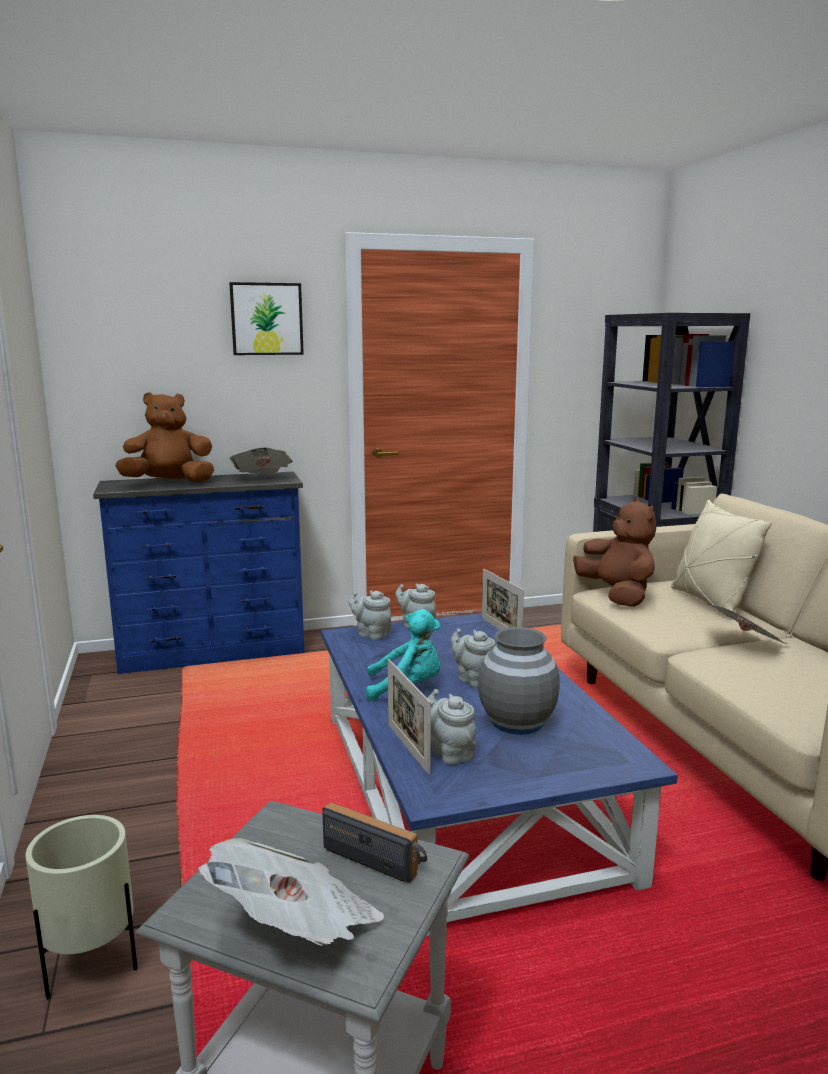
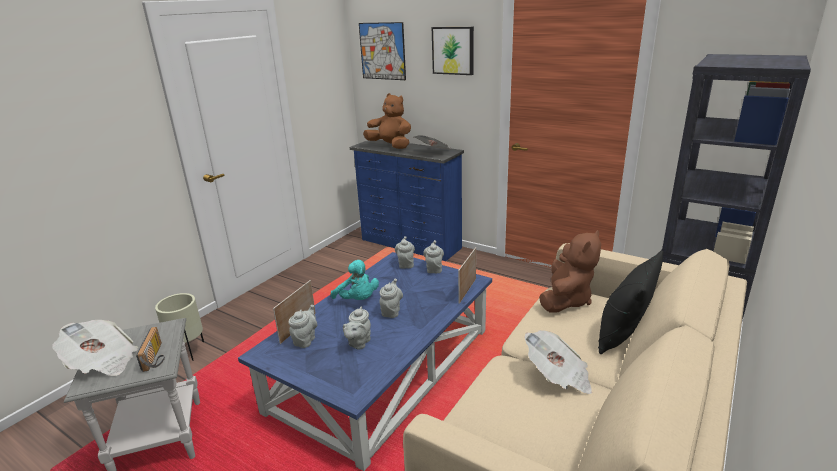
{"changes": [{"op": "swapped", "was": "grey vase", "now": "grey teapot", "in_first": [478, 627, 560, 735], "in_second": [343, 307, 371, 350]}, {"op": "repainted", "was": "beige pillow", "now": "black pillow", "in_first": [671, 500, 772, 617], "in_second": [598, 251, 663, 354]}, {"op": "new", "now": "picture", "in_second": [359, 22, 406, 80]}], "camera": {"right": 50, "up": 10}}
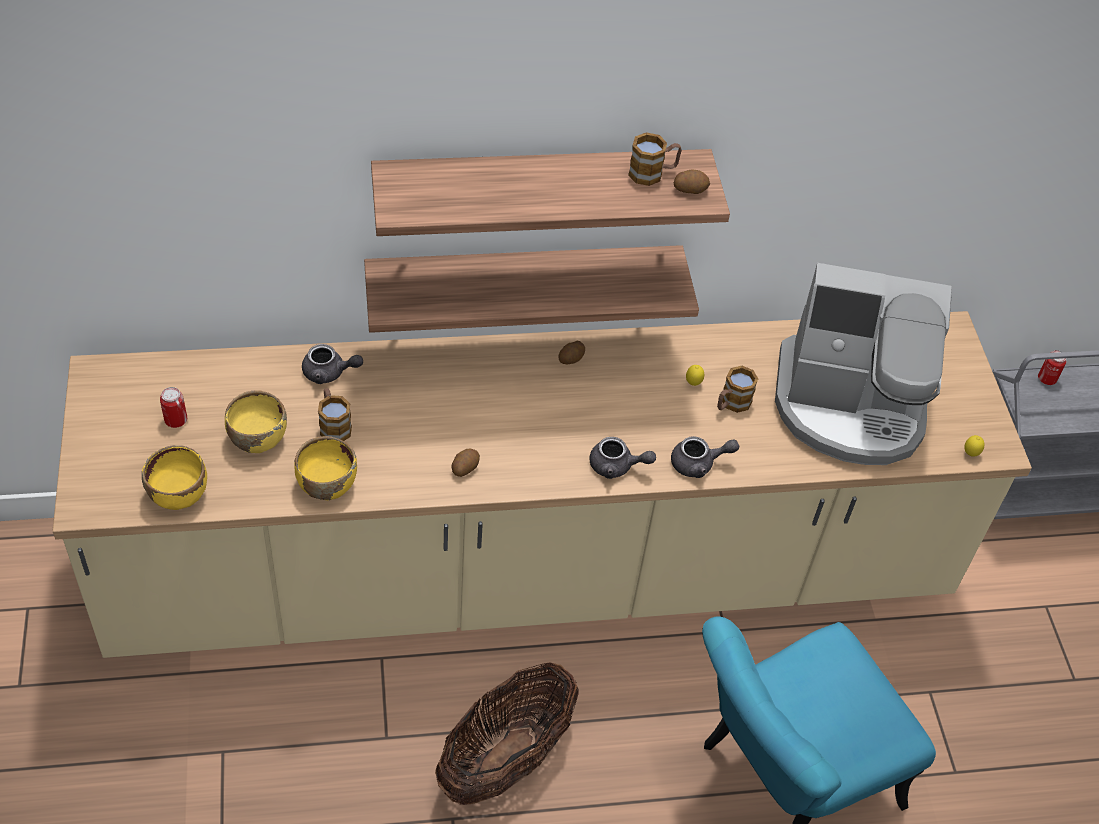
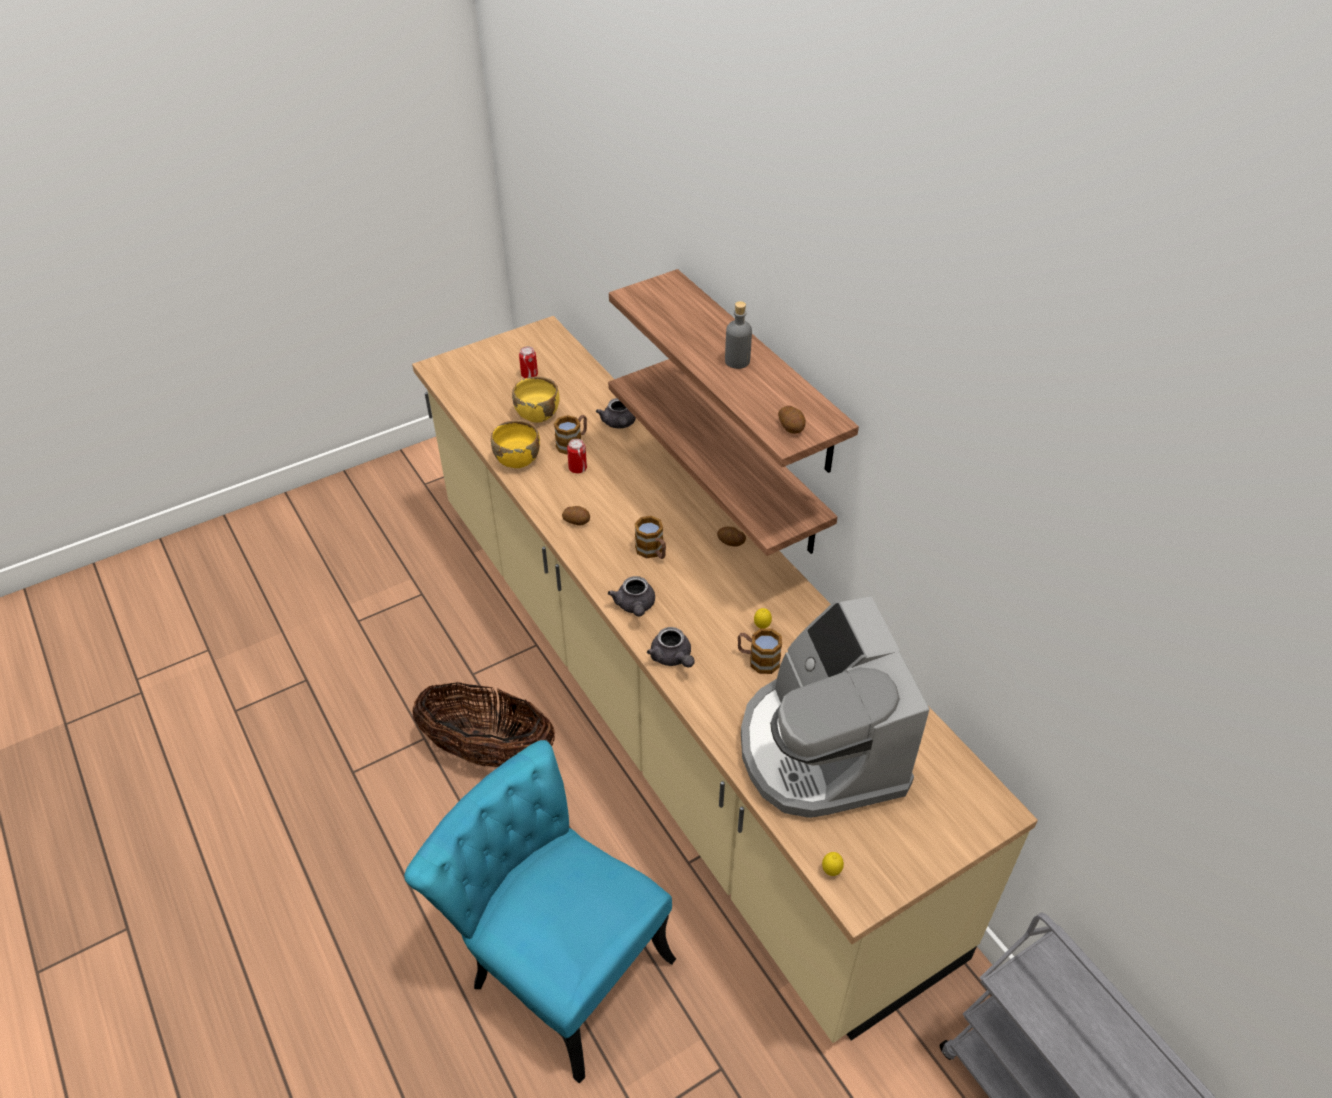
{"changes": [{"op": "gone", "was": "yellow bowl", "in_first": [142, 445, 207, 510]}, {"op": "shifted", "was": "mug", "in_first": [628, 132, 682, 186], "in_second": [635, 516, 666, 559]}, {"op": "shifted", "was": "can", "in_first": [1038, 350, 1066, 385], "in_second": [567, 439, 587, 473]}, {"op": "new", "now": "grey bottle", "in_second": [725, 301, 752, 369]}], "camera": {"right": 70, "up": -5}}
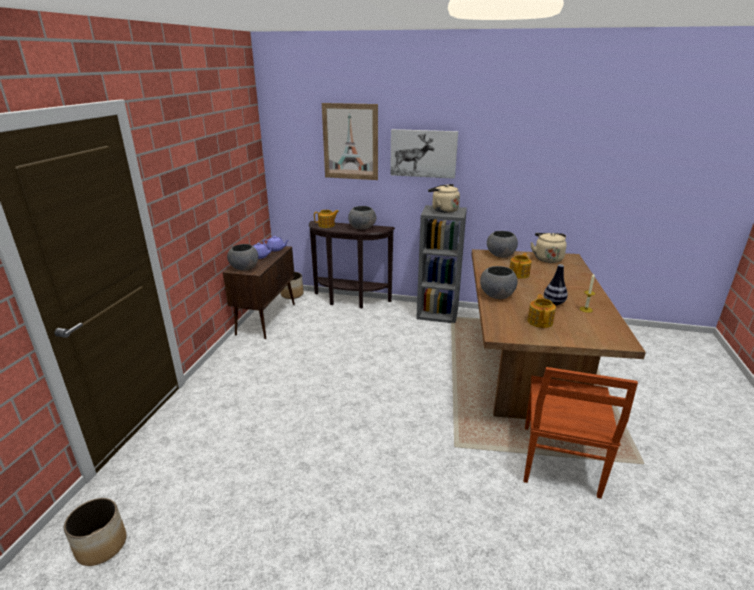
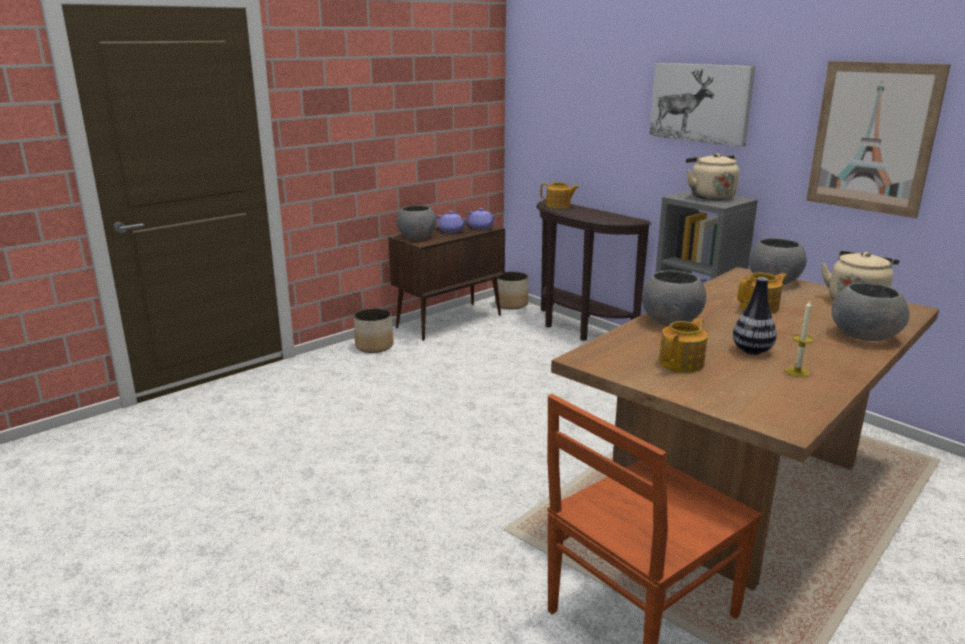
{"changes": [{"op": "shifted", "was": "planter", "in_first": [64, 498, 127, 566], "in_second": [354, 308, 393, 353]}, {"op": "shifted", "was": "picture", "in_first": [322, 103, 378, 180], "in_second": [806, 61, 951, 218]}, {"op": "shifted", "was": "grey bowl", "in_first": [348, 206, 376, 229], "in_second": [832, 283, 910, 341]}], "camera": {"right": 35, "up": -5}}
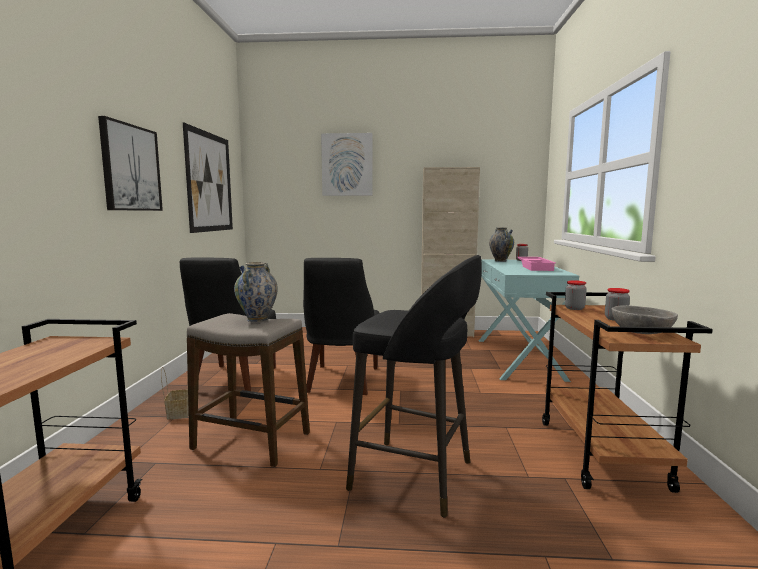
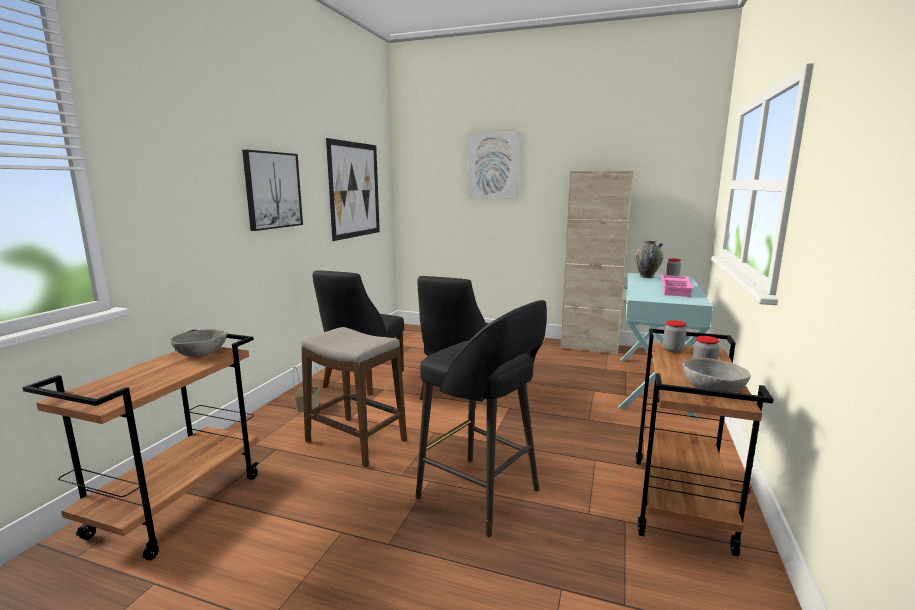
{"changes": [{"op": "gone", "was": "vase", "in_first": [234, 262, 278, 322]}, {"op": "new", "now": "grey bowl", "in_second": [170, 329, 227, 357]}], "camera": {"right": 15, "up": 5}}
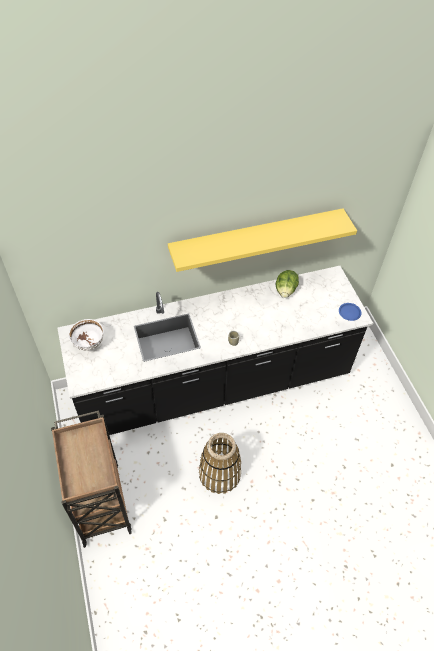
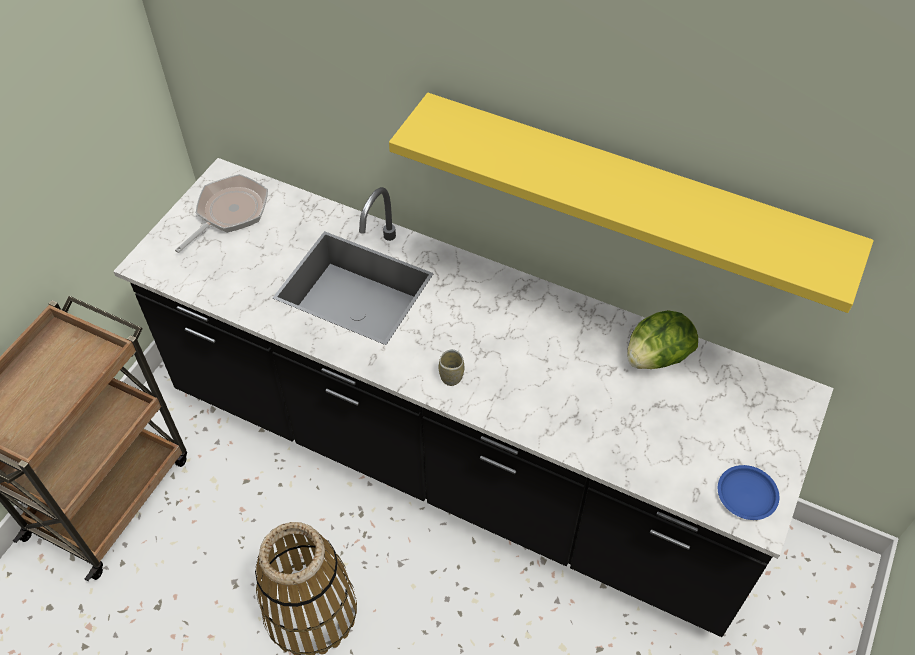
{"changes": [{"op": "swapped", "was": "white bowl", "now": "frying pan", "in_first": [69, 319, 103, 350], "in_second": [175, 174, 268, 253]}], "camera": {"right": 45, "up": 0}}
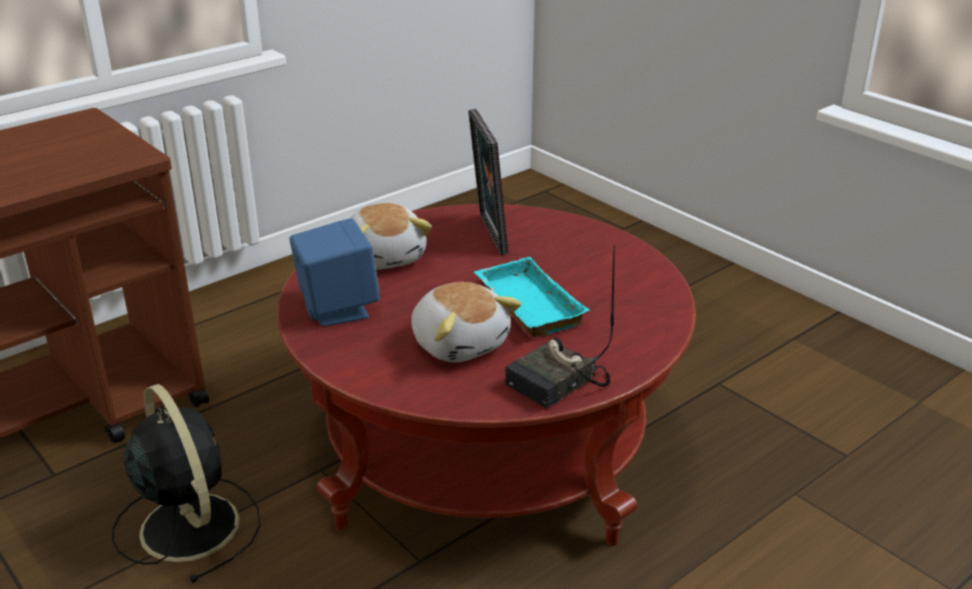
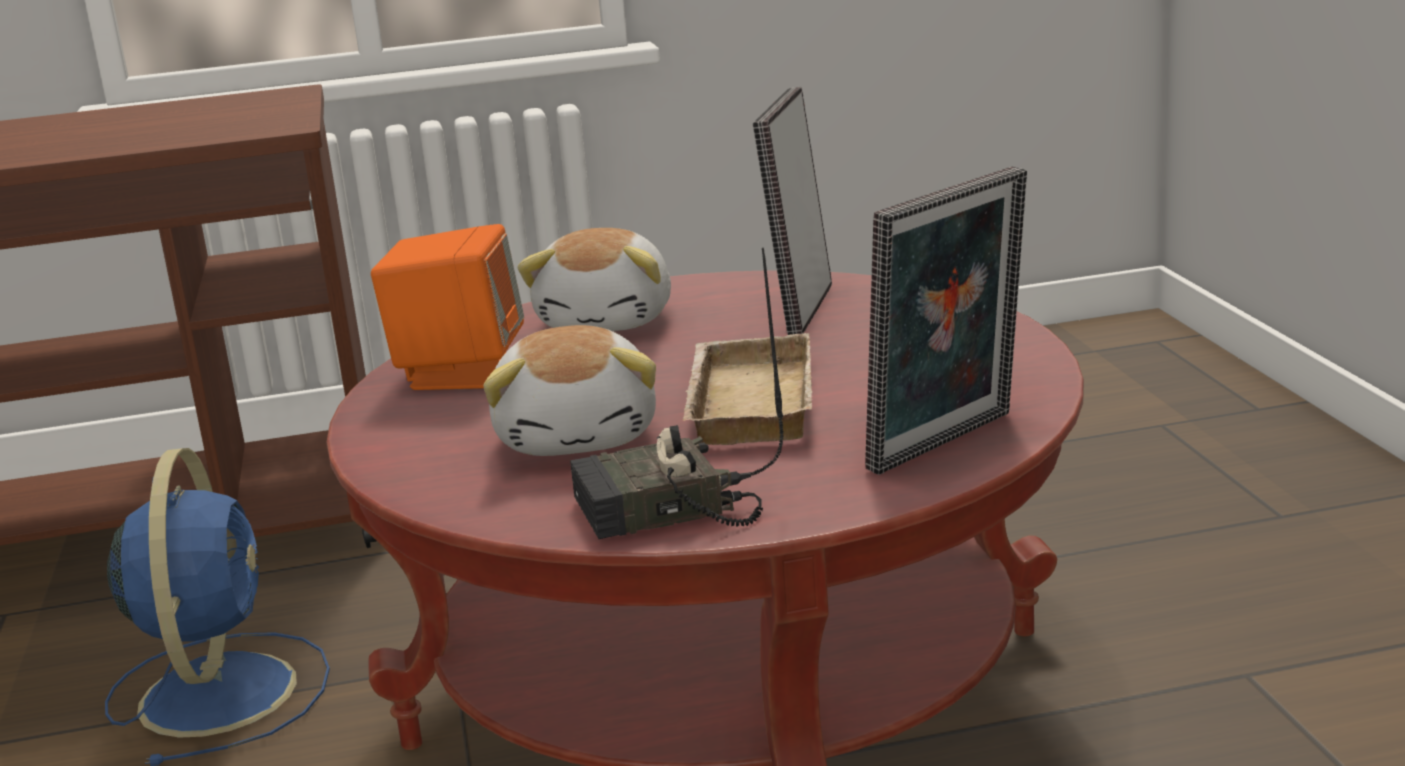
{"changes": [{"op": "repainted", "was": "black fan", "now": "blue fan", "in_first": [112, 384, 261, 583], "in_second": [105, 448, 330, 766]}, {"op": "repainted", "was": "blue speaker", "now": "orange speaker", "in_first": [290, 218, 380, 326], "in_second": [371, 224, 524, 390]}, {"op": "repainted", "was": "turquoise tray", "now": "beige tray", "in_first": [474, 257, 590, 337], "in_second": [683, 333, 813, 445]}, {"op": "new", "now": "picture frame", "in_second": [865, 166, 1027, 475]}], "camera": {"right": 30, "up": -10}}
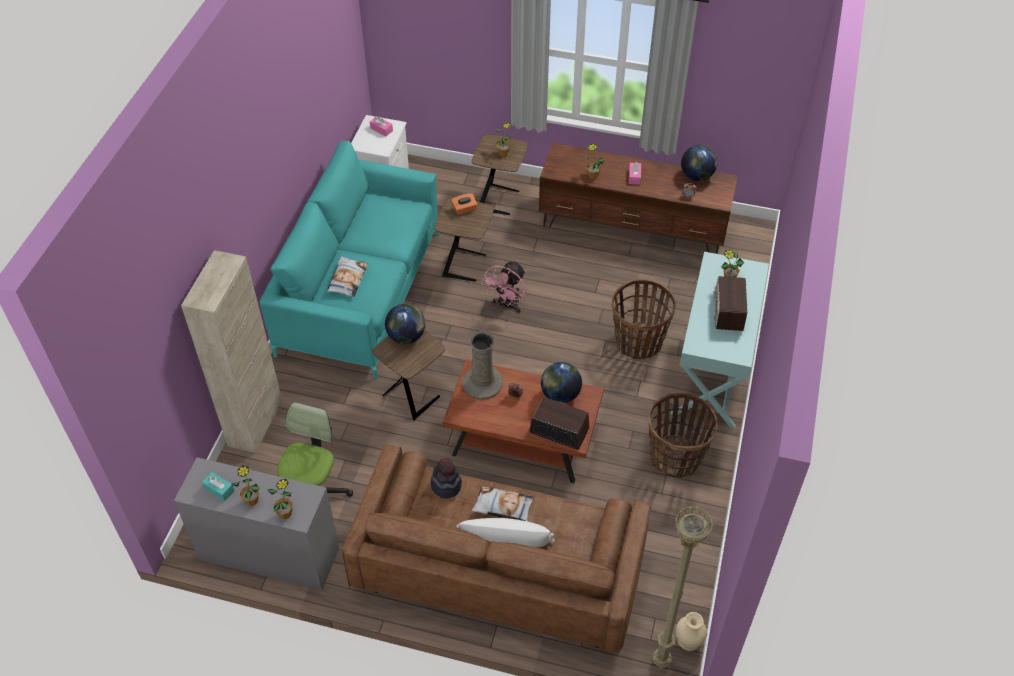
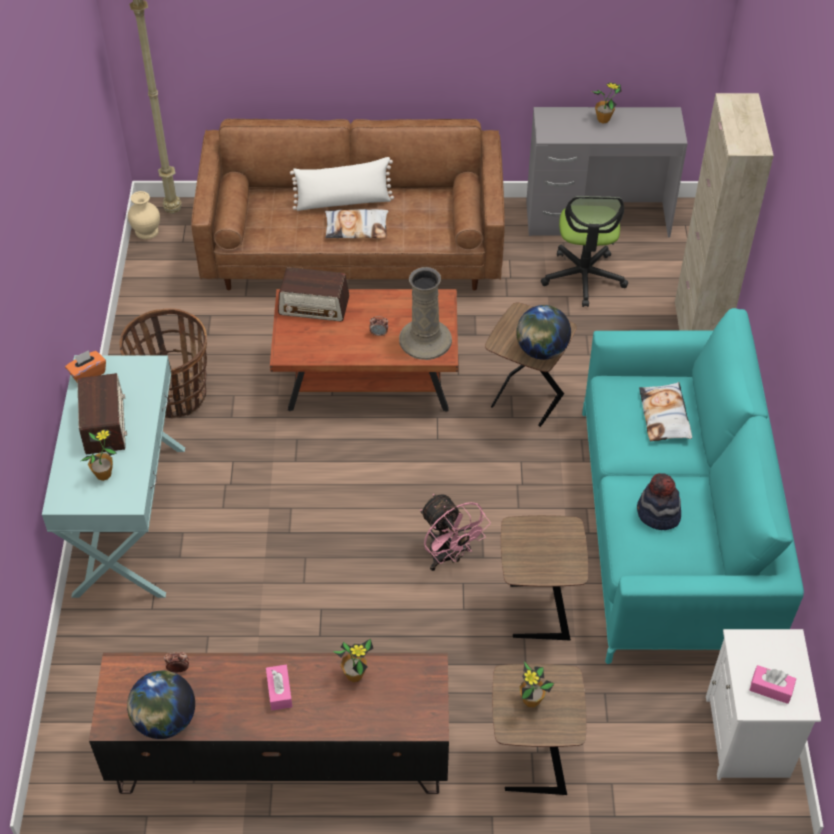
{"changes": [{"op": "gone", "was": "turquoise tissue box", "in_first": [202, 472, 235, 501]}, {"op": "gone", "was": "potted plant", "in_first": [268, 479, 293, 519]}, {"op": "shifted", "was": "hat", "in_first": [431, 458, 462, 499], "in_second": [637, 473, 681, 530]}, {"op": "shifted", "was": "orange tissue box", "in_first": [451, 193, 477, 215], "in_second": [65, 350, 106, 383]}, {"op": "rotated", "was": "pink fan", "in_first": [481, 260, 526, 313], "in_second": [420, 494, 491, 571], "clockwise": 135}, {"op": "gone", "was": "globe", "in_first": [541, 362, 582, 403]}, {"op": "gone", "was": "basket", "in_first": [612, 279, 676, 359]}], "camera": {"right": 165, "up": 0}}
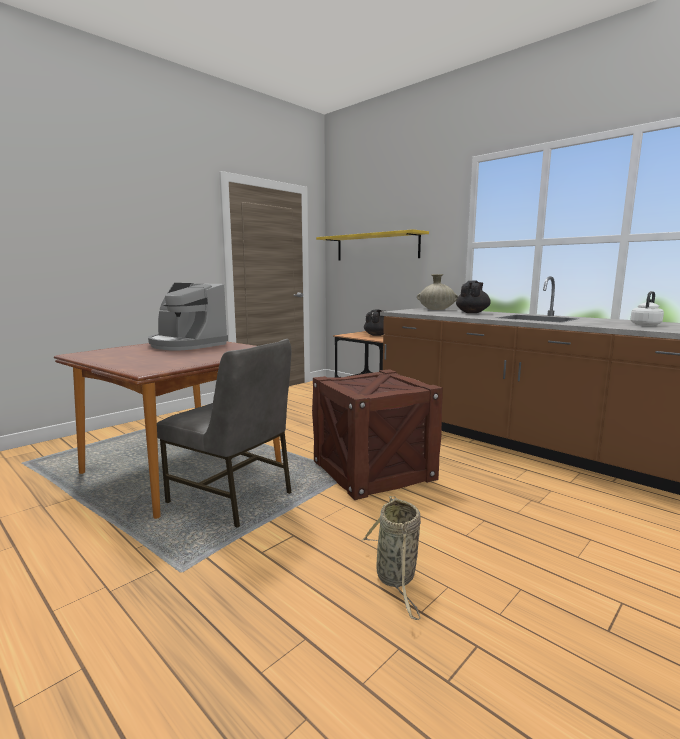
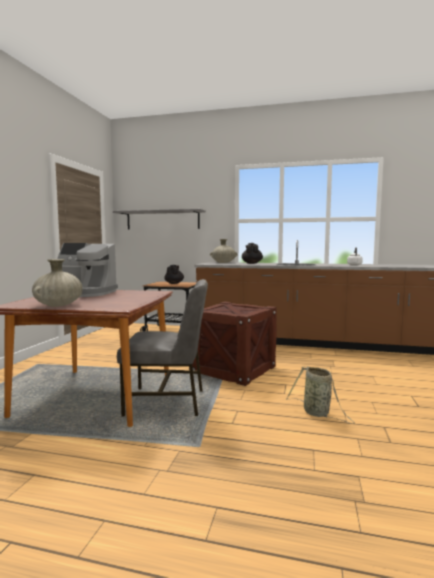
{"changes": [{"op": "repainted", "was": "yellow shelf", "now": "grey shelf", "in_first": [316, 229, 429, 261], "in_second": [113, 209, 206, 229]}, {"op": "new", "now": "beige vase", "in_second": [32, 259, 82, 307]}], "camera": {"right": -30, "up": -5}}
